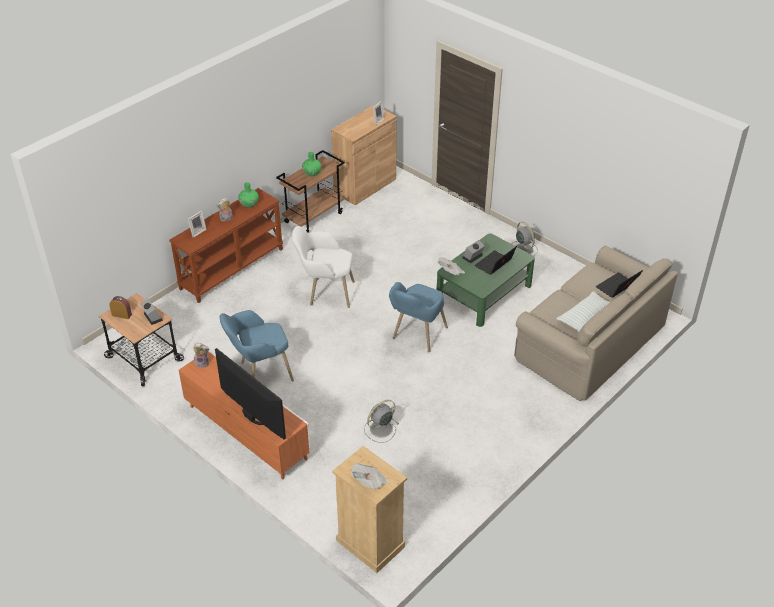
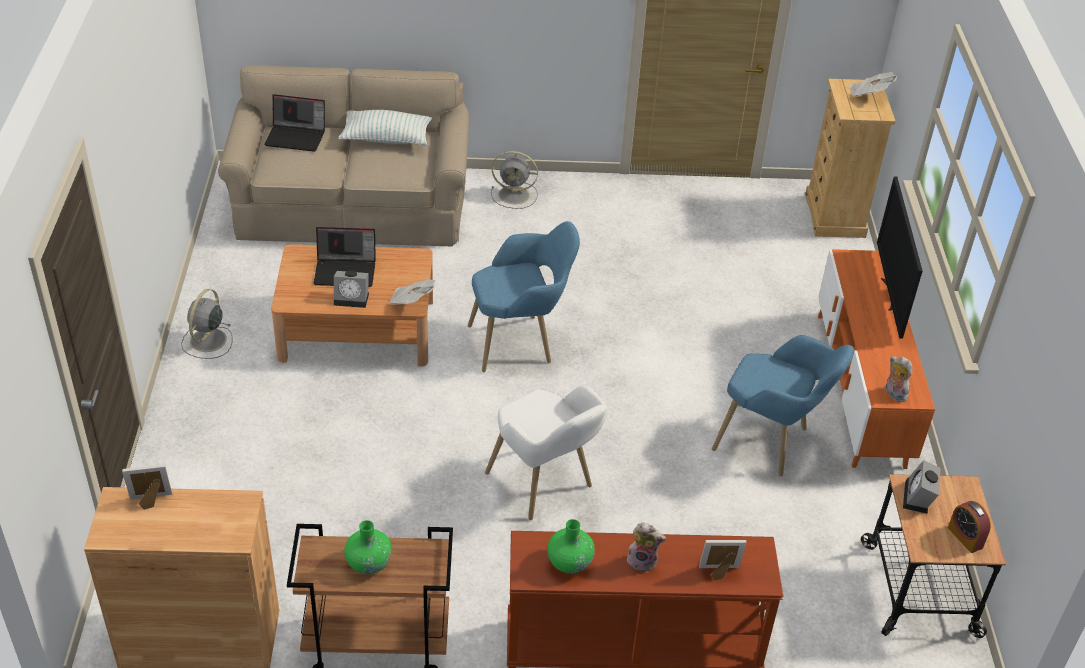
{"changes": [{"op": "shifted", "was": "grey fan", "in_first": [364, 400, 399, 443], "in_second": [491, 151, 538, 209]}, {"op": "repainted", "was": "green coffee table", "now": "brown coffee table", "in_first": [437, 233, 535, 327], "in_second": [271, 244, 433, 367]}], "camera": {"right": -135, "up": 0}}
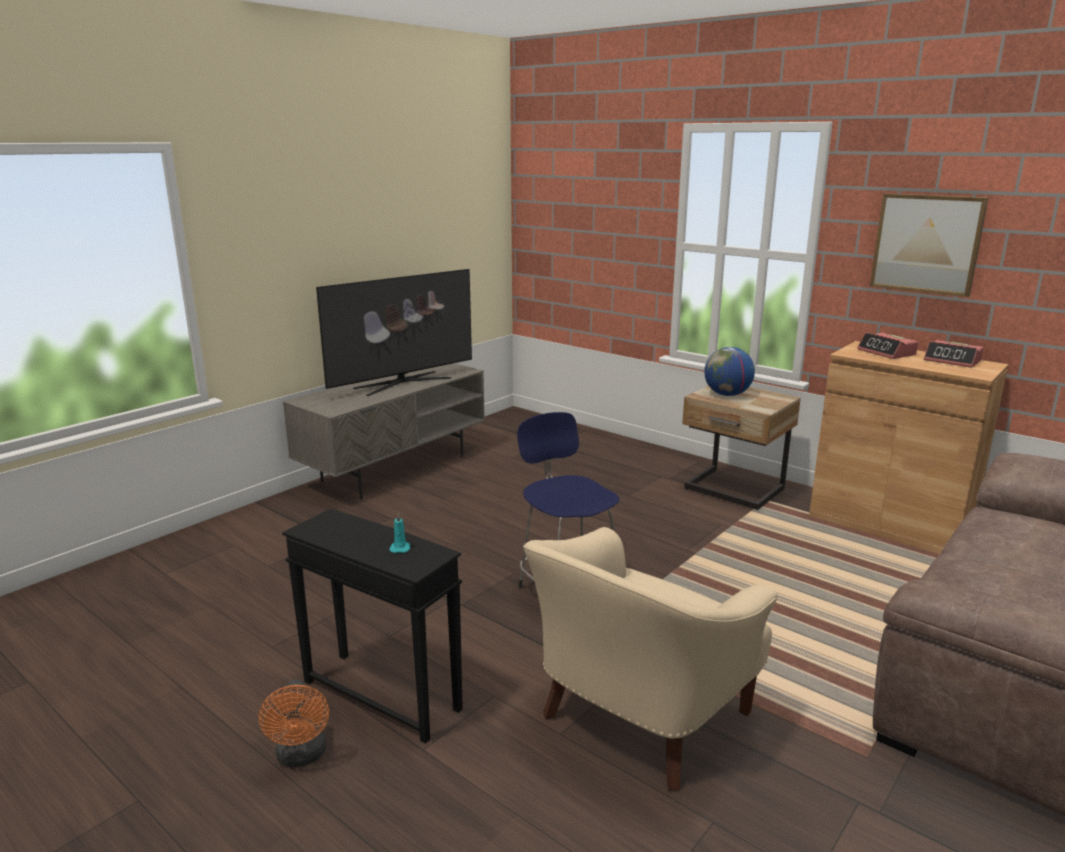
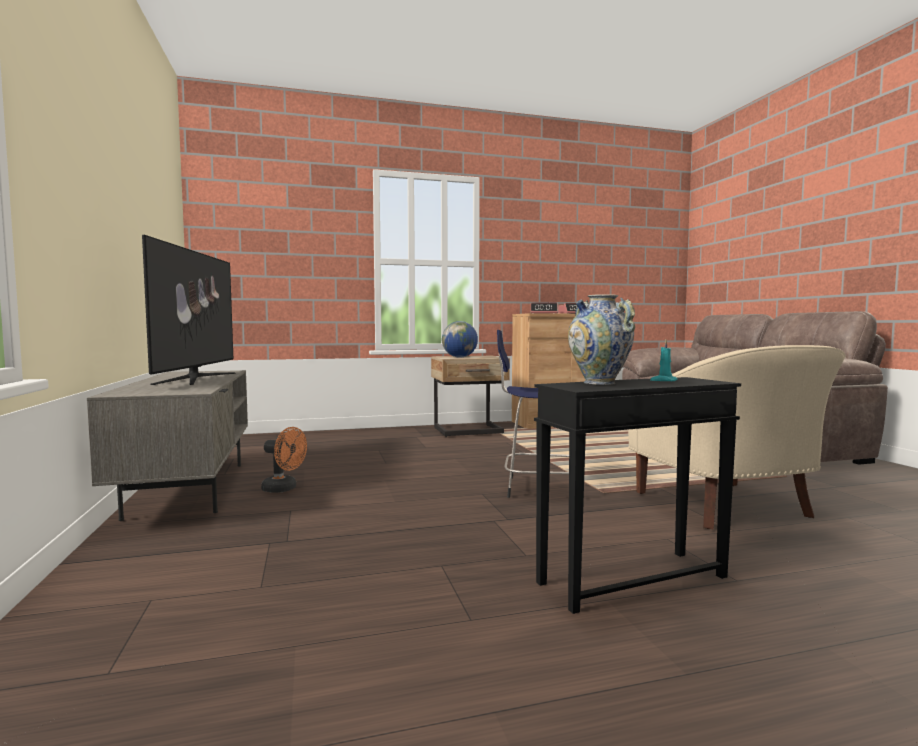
{"changes": [{"op": "shifted", "was": "orange fan", "in_first": [259, 679, 329, 767], "in_second": [261, 427, 307, 493]}, {"op": "gone", "was": "picture", "in_first": [870, 193, 989, 297]}, {"op": "new", "now": "vase", "in_second": [568, 294, 635, 385]}], "camera": {"right": -55, "up": -15}}
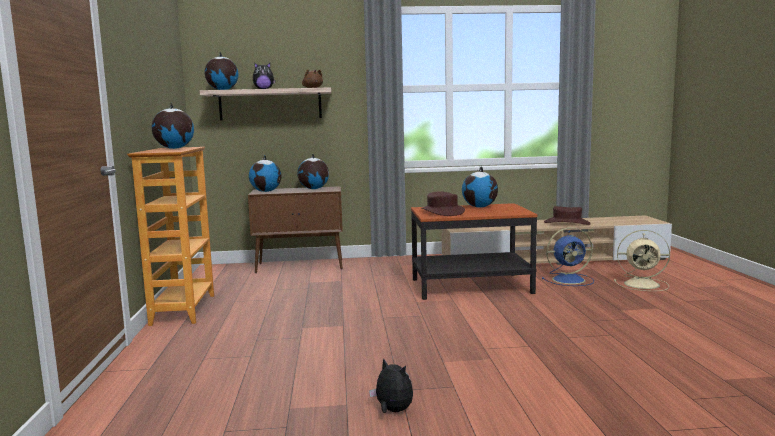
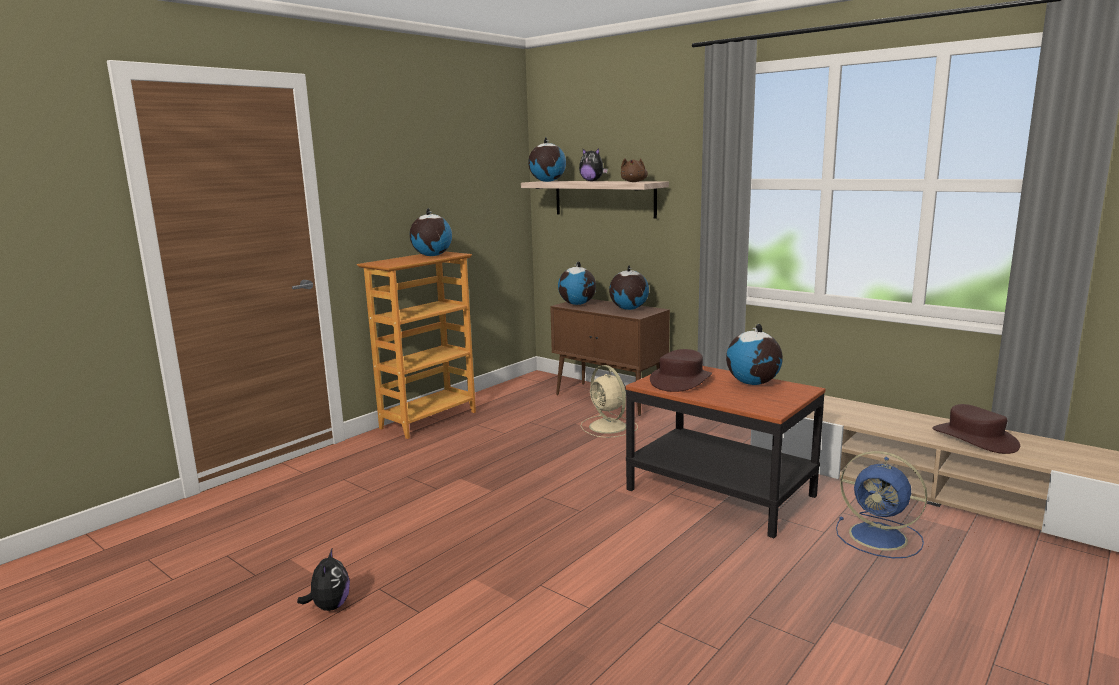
{"changes": [{"op": "shifted", "was": "beige fan", "in_first": [614, 230, 670, 291], "in_second": [581, 365, 638, 438]}], "camera": {"right": 45, "up": 5}}
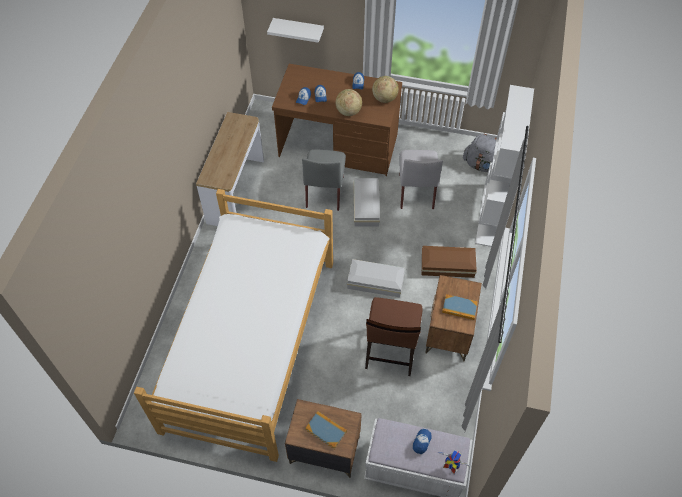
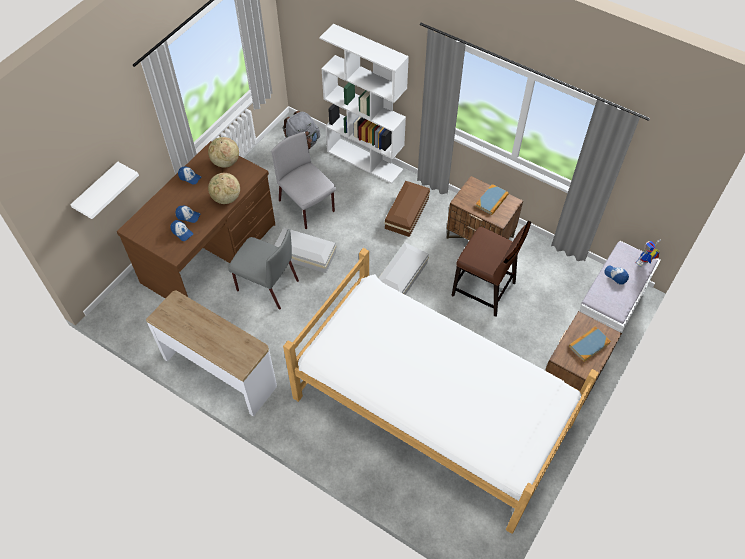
{"changes": [{"op": "rotated", "was": "grey chair", "in_first": [399, 150, 443, 209], "in_second": [271, 132, 336, 229], "clockwise": -150}], "camera": {"right": -70, "up": 0}}
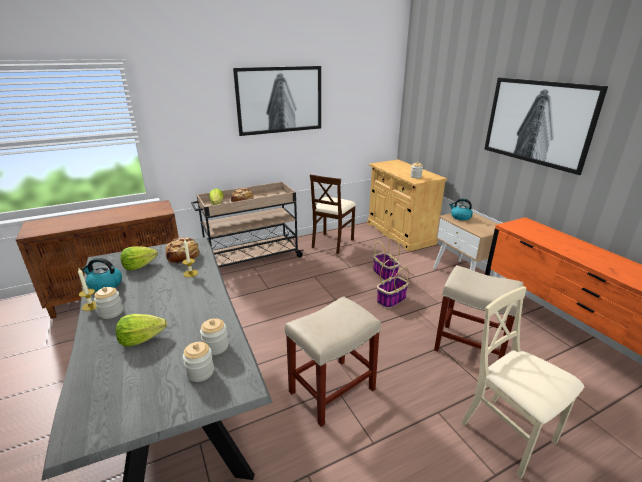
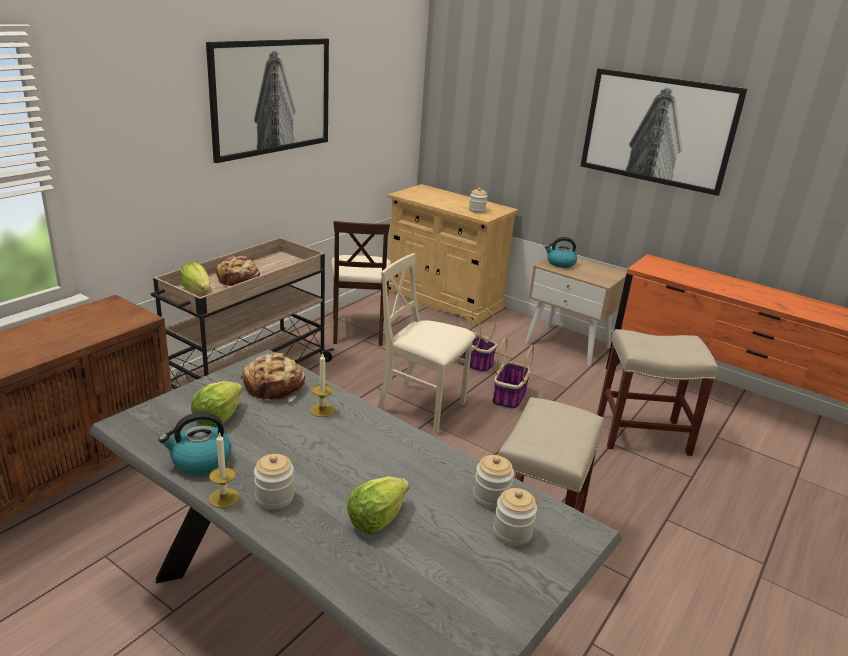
{"changes": [{"op": "shifted", "was": "beige chair", "in_first": [461, 286, 584, 479], "in_second": [378, 253, 476, 435]}], "camera": {"right": -30, "up": 0}}
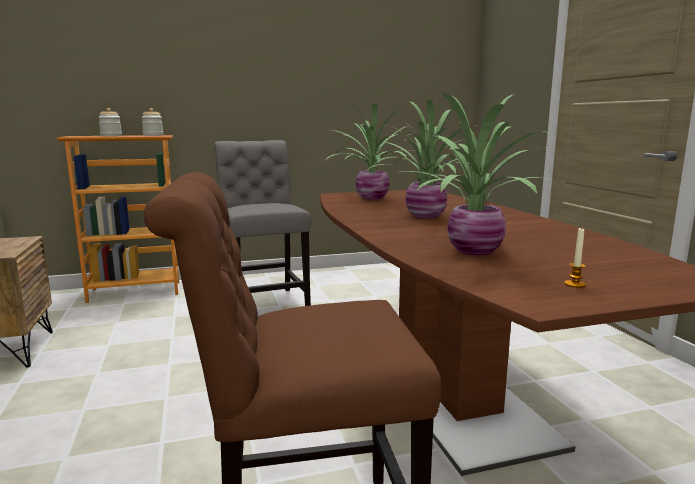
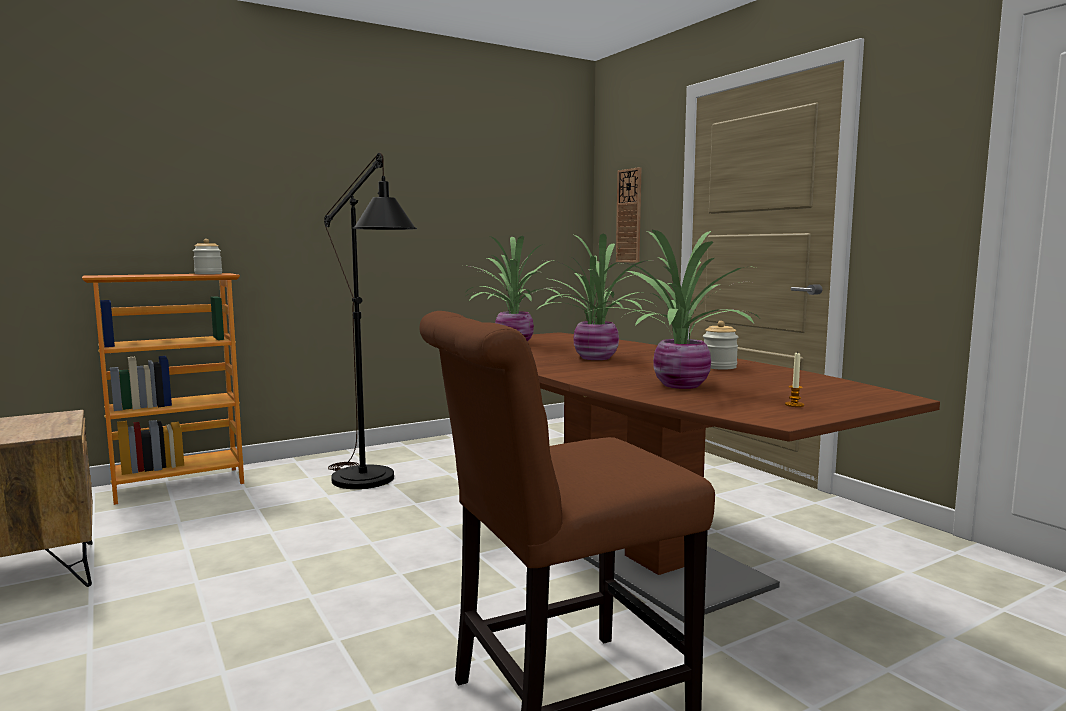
{"changes": [{"op": "shifted", "was": "jar", "in_first": [98, 108, 122, 136], "in_second": [703, 321, 738, 370]}, {"op": "swapped", "was": "grey chair", "now": "black floor lamp", "in_first": [214, 140, 311, 306], "in_second": [324, 153, 417, 489]}, {"op": "new", "now": "wall clock", "in_second": [616, 167, 641, 263]}], "camera": {"right": -15, "up": -5}}
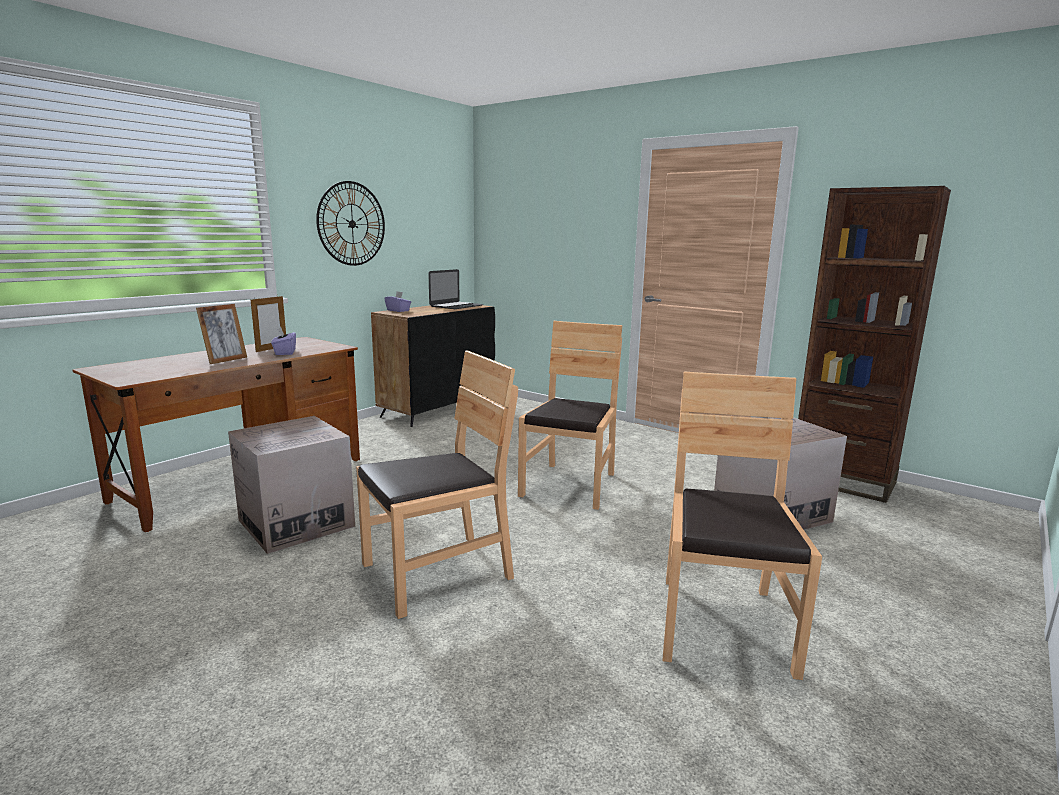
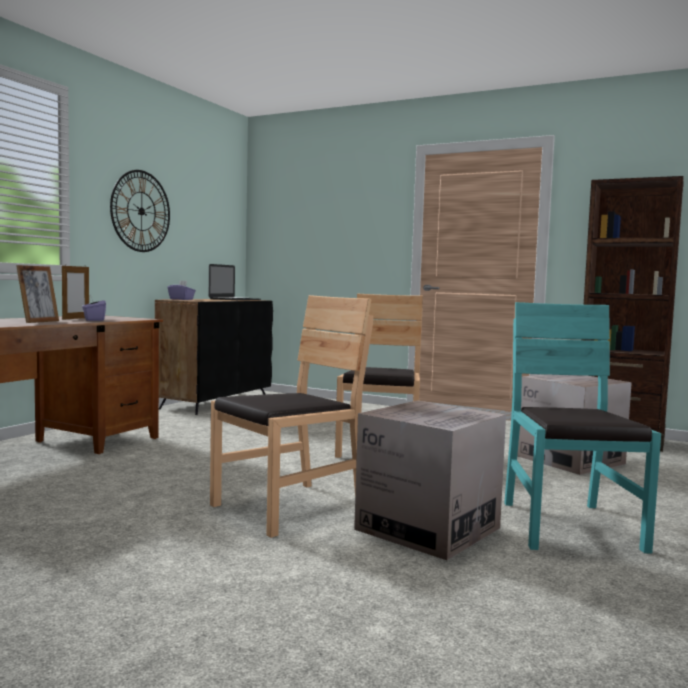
{"changes": [{"op": "shifted", "was": "cardboard box", "in_first": [228, 416, 355, 554], "in_second": [354, 400, 506, 560]}, {"op": "repainted", "was": "brown chair", "now": "turquoise chair", "in_first": [663, 372, 822, 680], "in_second": [504, 302, 661, 554]}], "camera": {"right": -10, "up": -10}}
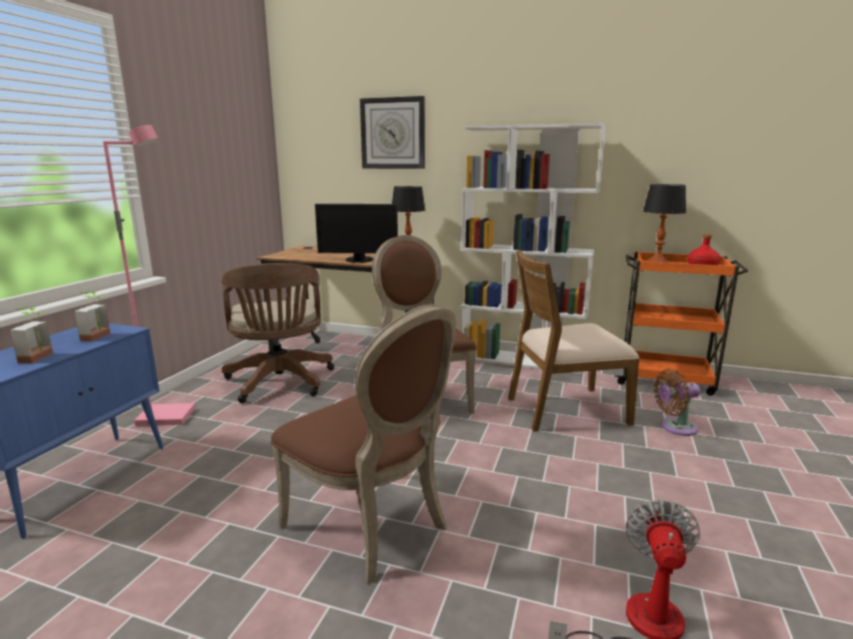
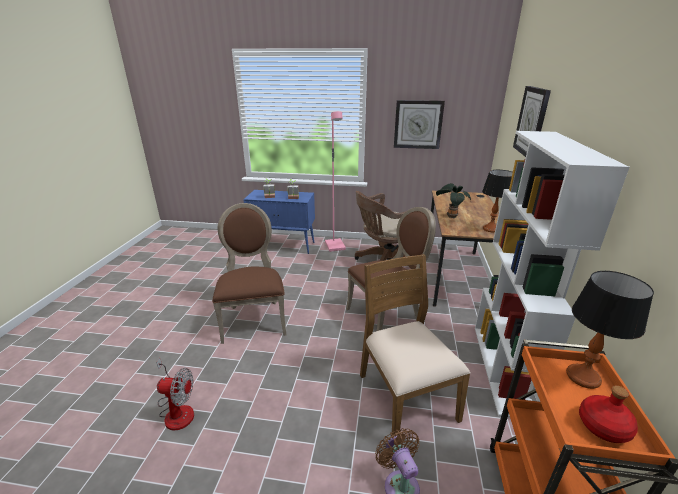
{"changes": [{"op": "rotated", "was": "brown chair", "in_first": [271, 304, 456, 584], "in_second": [212, 203, 287, 344], "clockwise": 135}, {"op": "swapped", "was": "monitor", "now": "potted plant", "in_first": [315, 204, 398, 263], "in_second": [436, 183, 471, 218]}, {"op": "new", "now": "wall clock", "in_second": [394, 100, 445, 149]}], "camera": {"right": 80, "up": 10}}
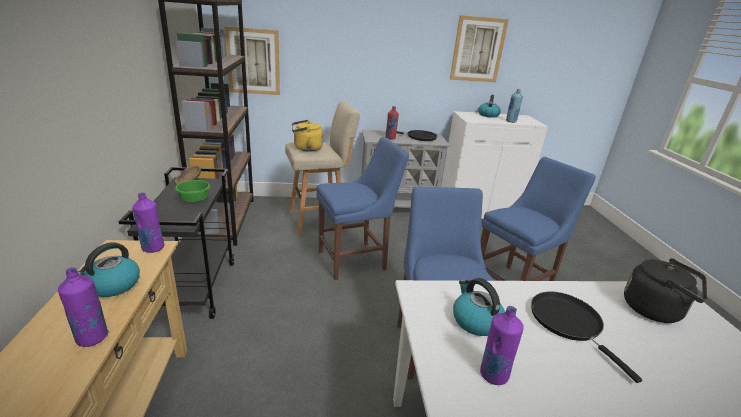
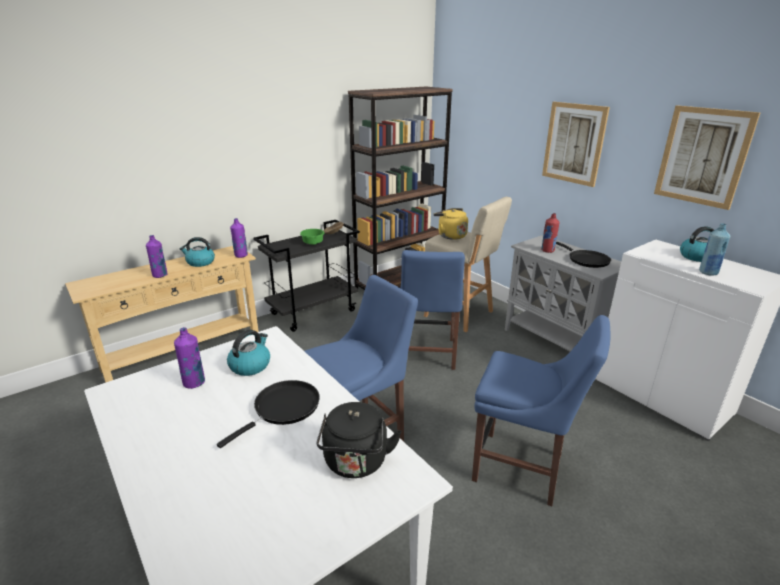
{"changes": [{"op": "shifted", "was": "picture", "in_first": [224, 26, 280, 95], "in_second": [542, 102, 610, 187]}, {"op": "rotated", "was": "blue chair", "in_first": [316, 137, 409, 280], "in_second": [401, 250, 465, 370], "clockwise": 60}], "camera": {"right": 60, "up": 0}}
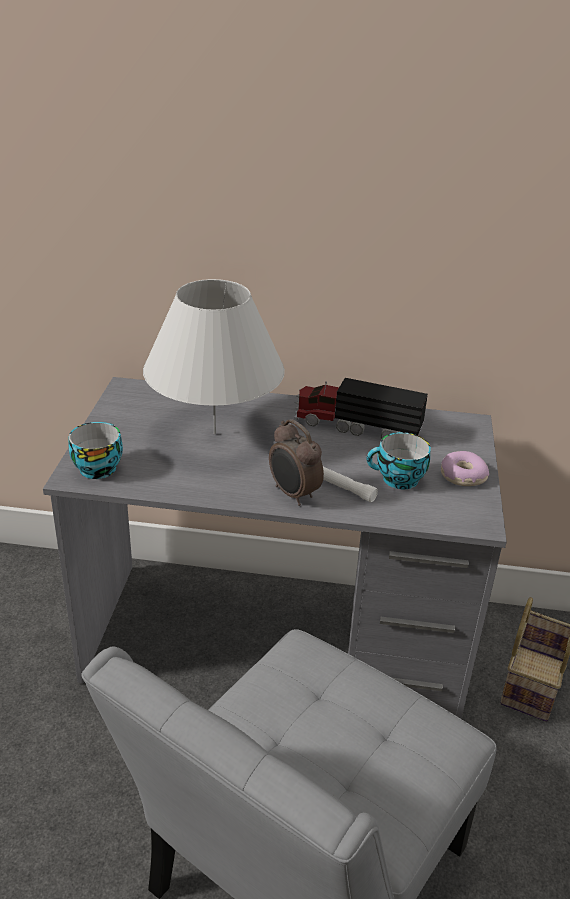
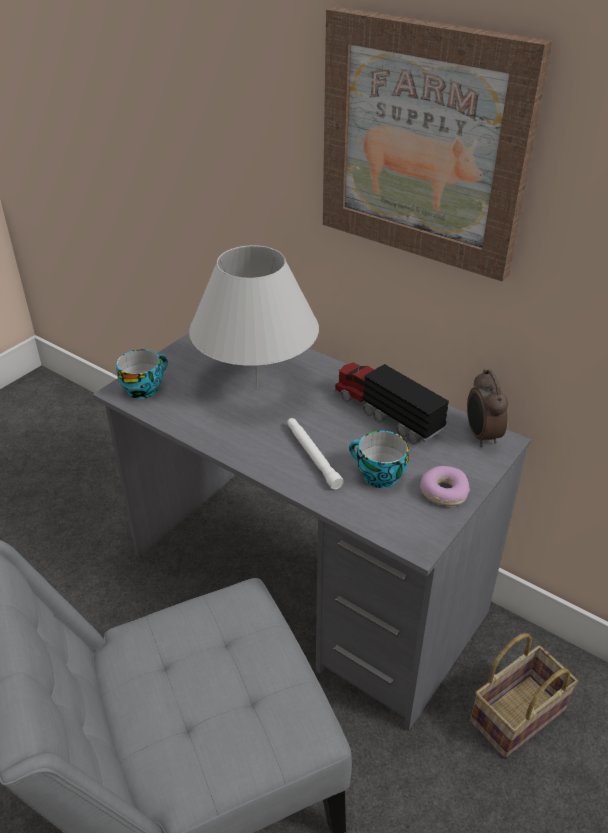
{"changes": [{"op": "shifted", "was": "alarm clock", "in_first": [269, 419, 324, 506], "in_second": [467, 369, 508, 447]}, {"op": "new", "now": "picture", "in_second": [323, 7, 552, 281]}], "camera": {"right": 30, "up": 5}}
